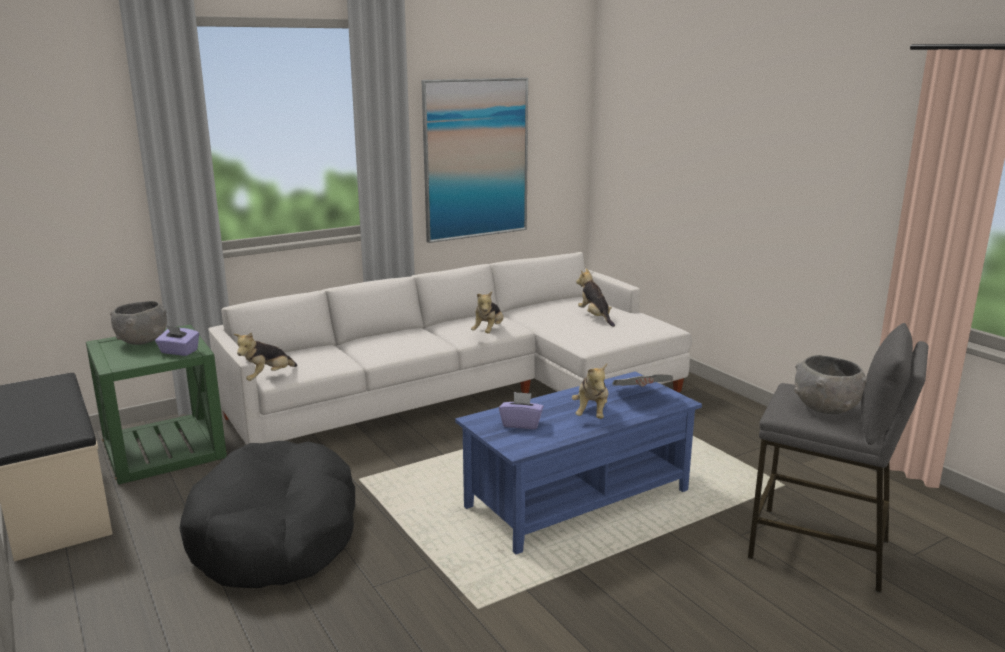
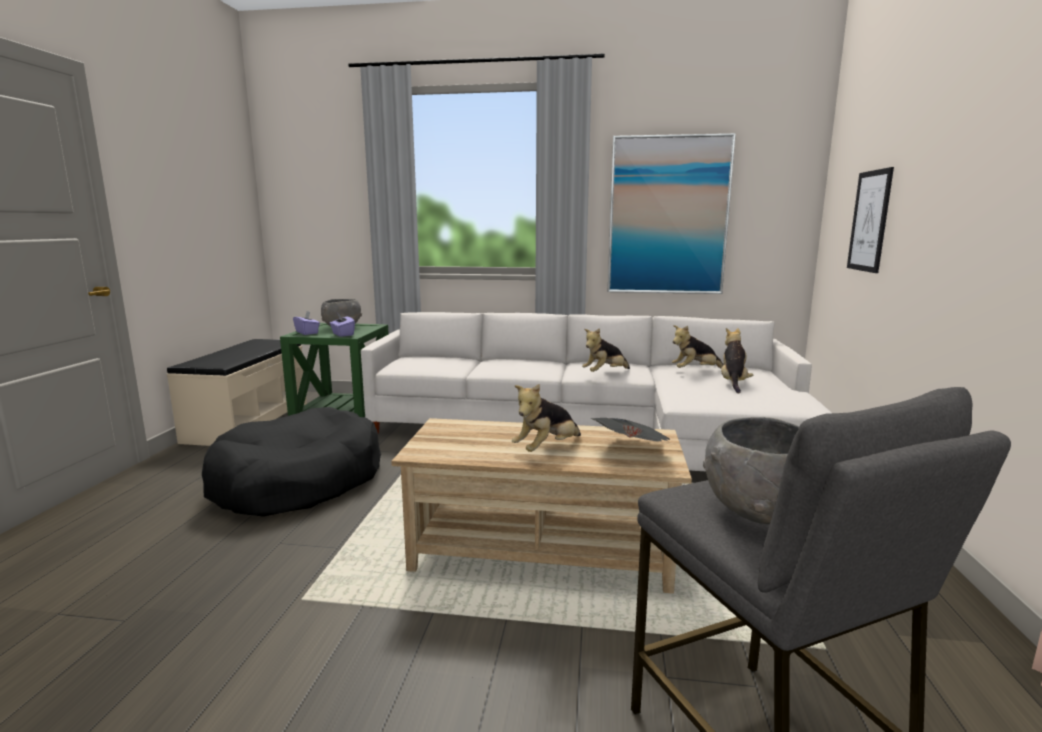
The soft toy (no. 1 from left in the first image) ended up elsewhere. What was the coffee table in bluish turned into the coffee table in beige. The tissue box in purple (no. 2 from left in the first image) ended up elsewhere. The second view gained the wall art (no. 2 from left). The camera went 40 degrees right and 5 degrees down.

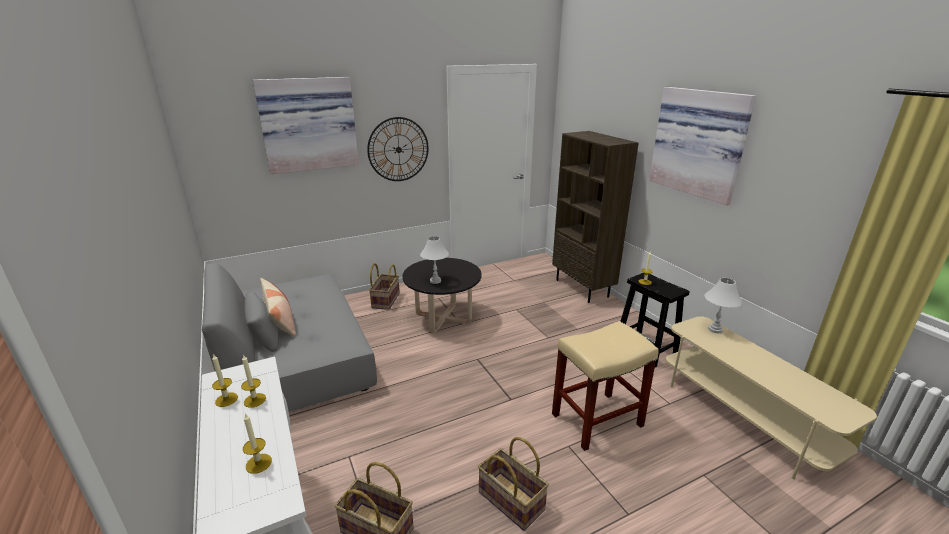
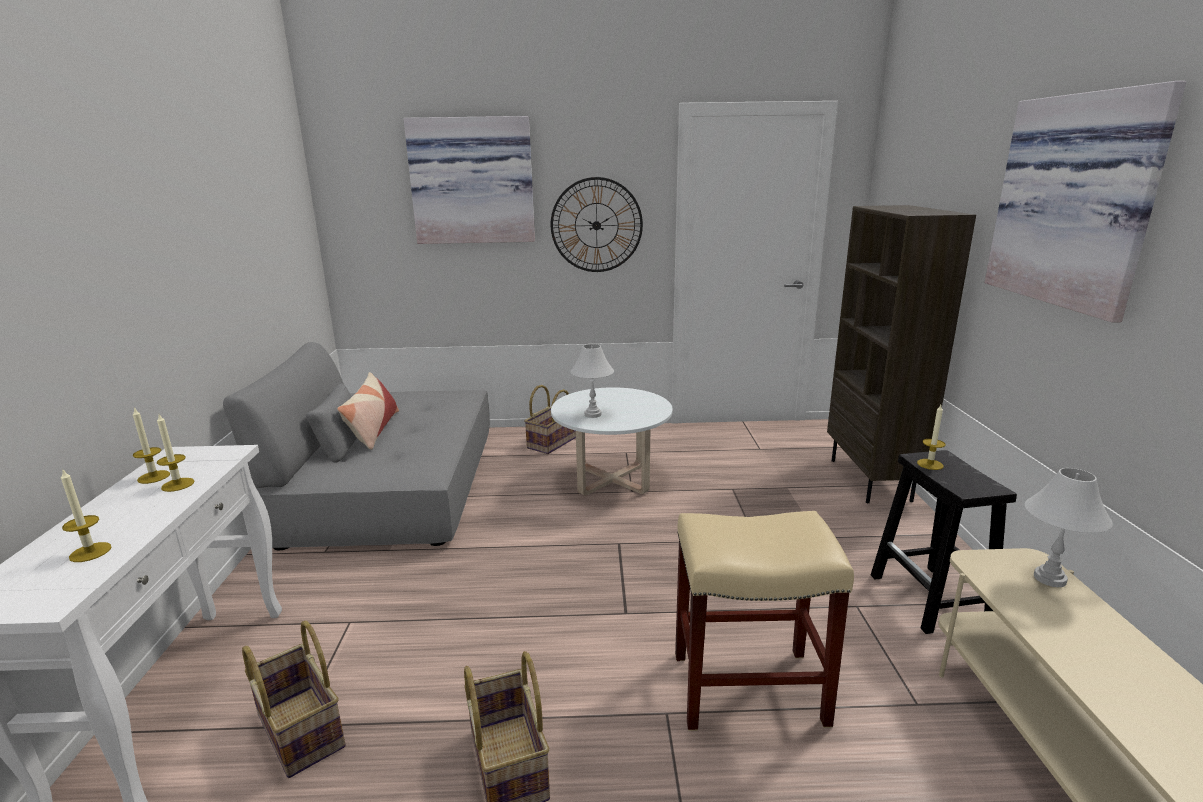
What was the coffee table in black turned into the coffee table in white. The camera went 25 degrees right and 5 degrees down.

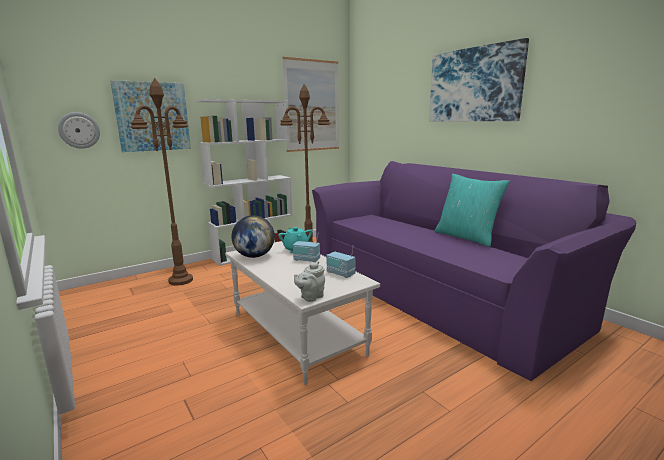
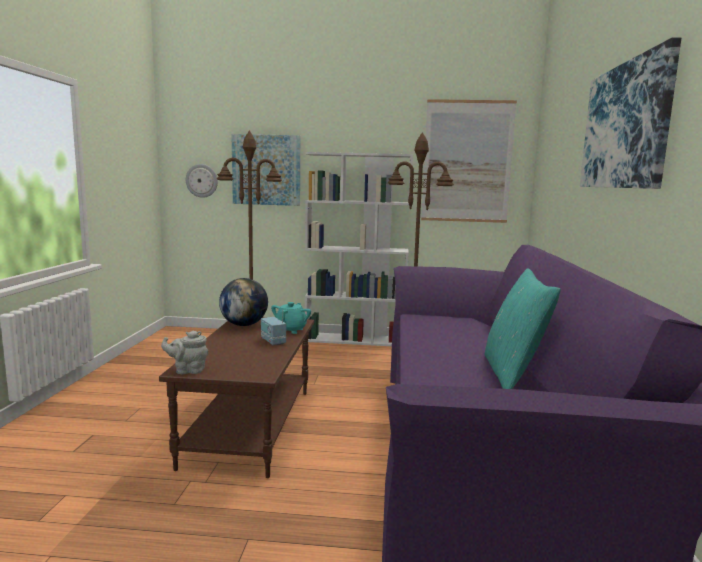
What was the coffee table in white turned into the coffee table in brown. The second view lost the radio (no. 2 from left). The camera went 40 degrees right and 5 degrees down.

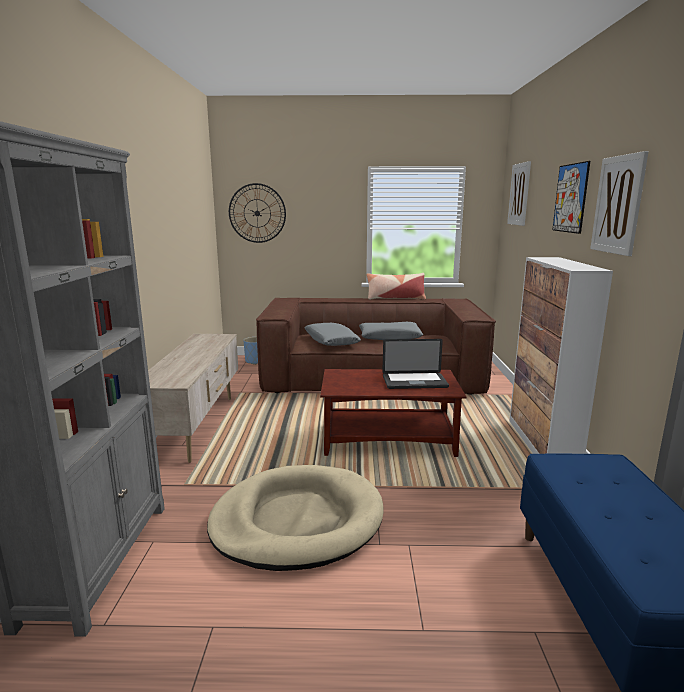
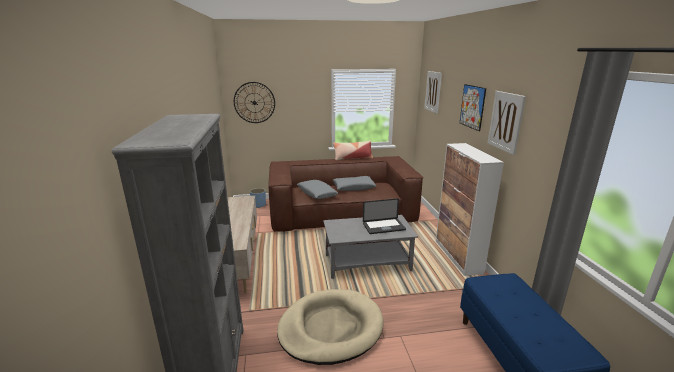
What was the coffee table in brown turned into the coffee table in gray. The camera went 10 degrees left and 5 degrees up.

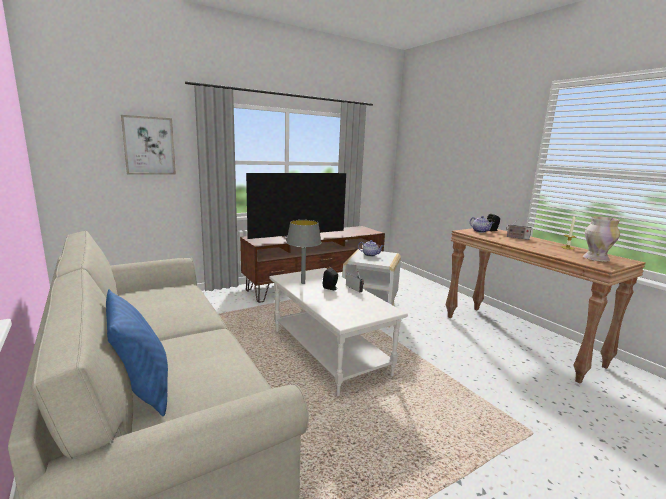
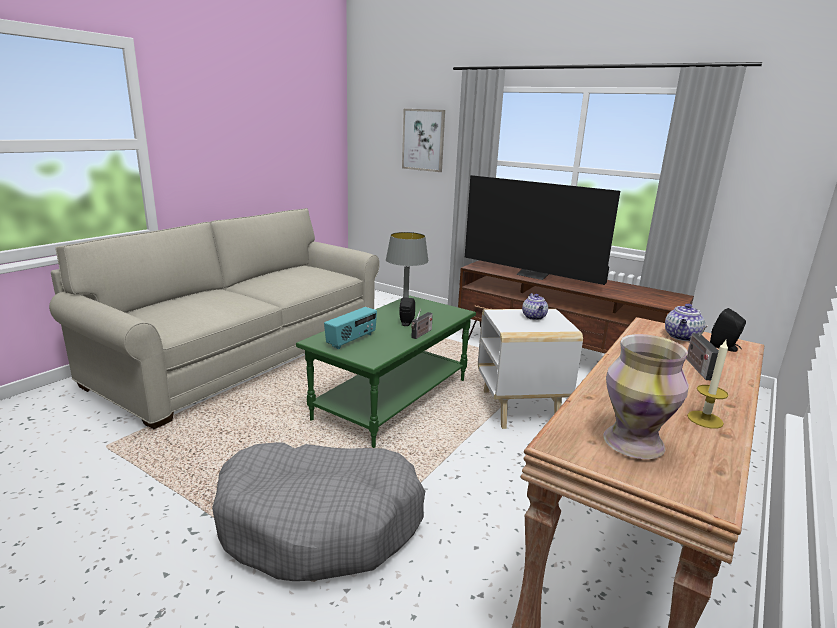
The second view lost the pillow in bluish. What was the coffee table in white turned into the coffee table in greenish. The second view gained the dog cushion in gray. The second view gained the radio (no. 1 from left). The camera went 65 degrees right and 5 degrees up.

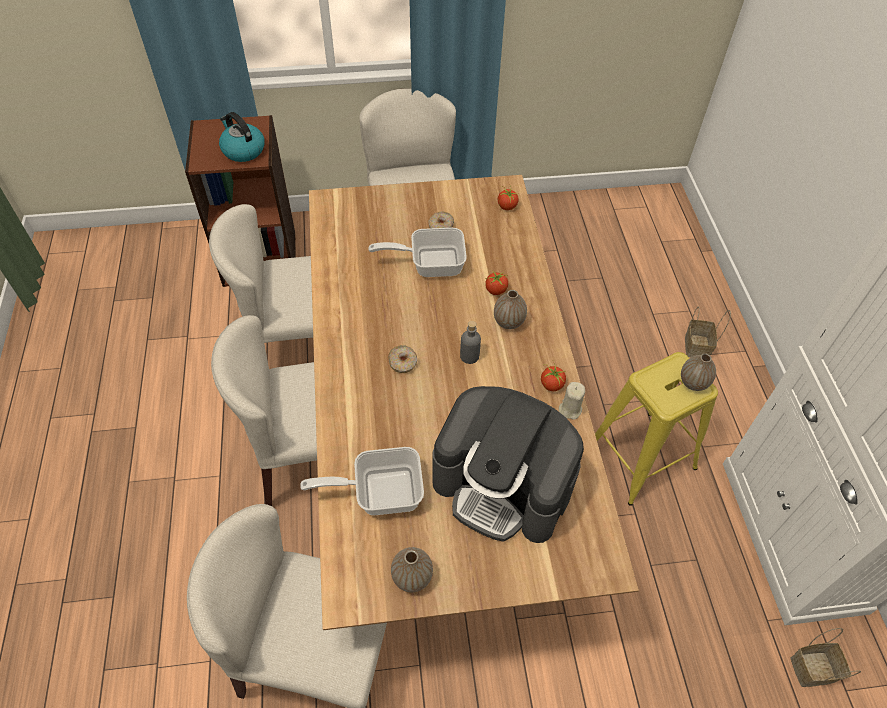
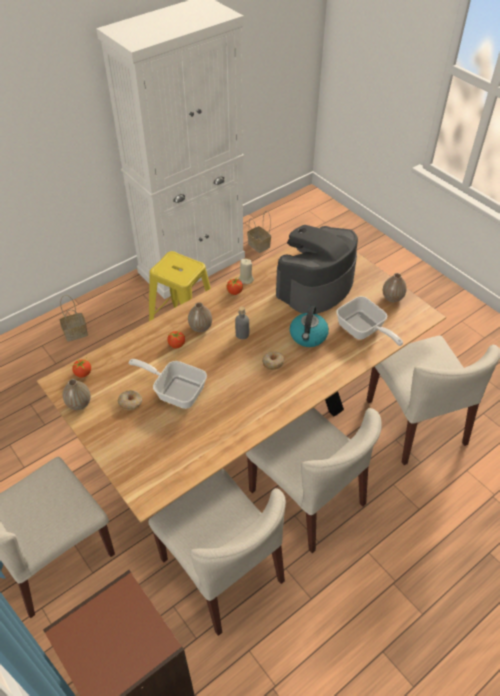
The kettle ended up elsewhere. The skillet (no. 2 from left in the first image) ended up facing another way, 150 degrees clockwise from before. The coffee brewer ended up facing another way, 135 degrees counterclockwise from before. The decorative vase (no. 3 from left in the first image) ended up elsewhere. The camera went 120 degrees left and 5 degrees down.

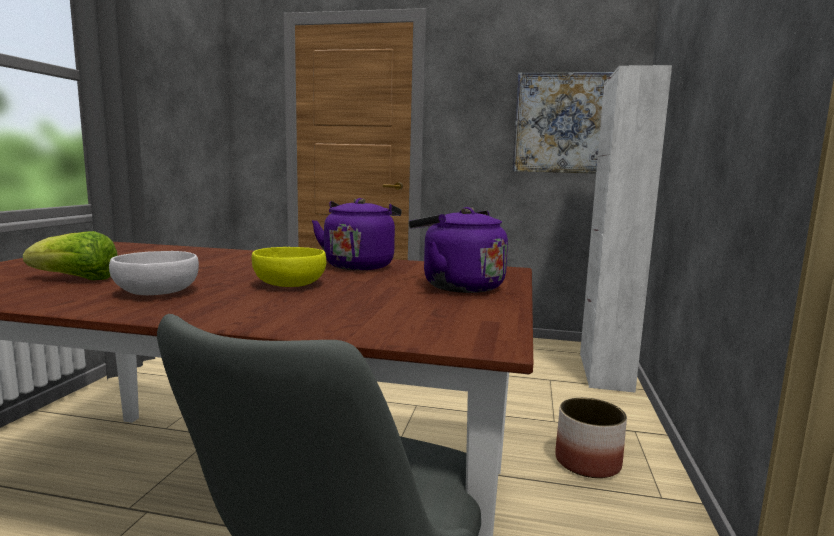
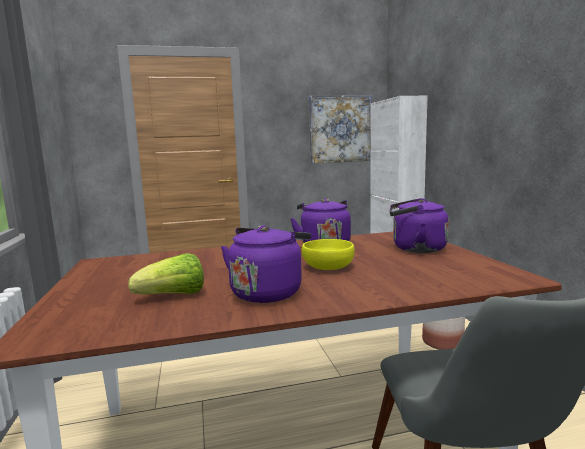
Where the serving bowl in white stood, the kettle in purple (no. 1 from left) came to stand. The camera went 25 degrees left and 0 degrees up.

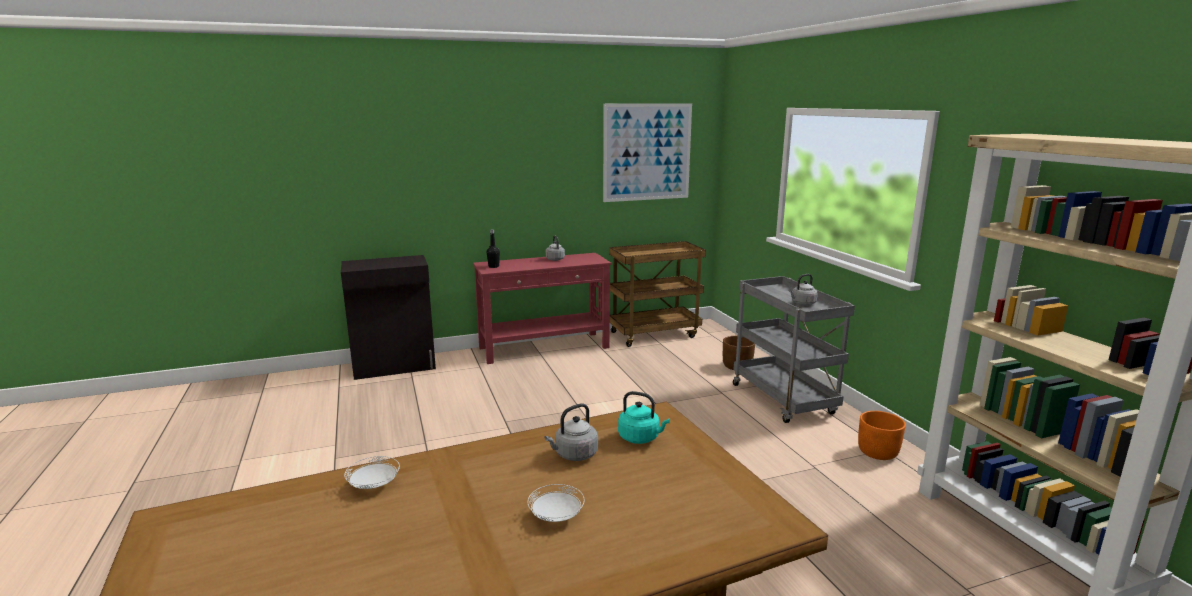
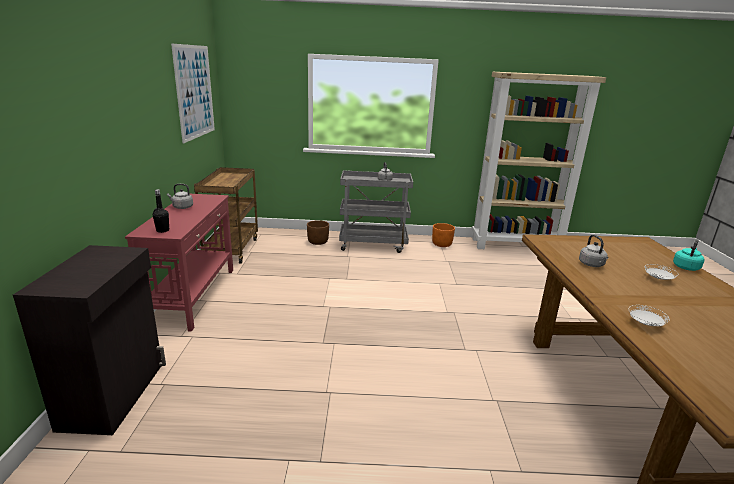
The kettle in blue-green ended up elsewhere. The camera went 70 degrees left and 5 degrees up.

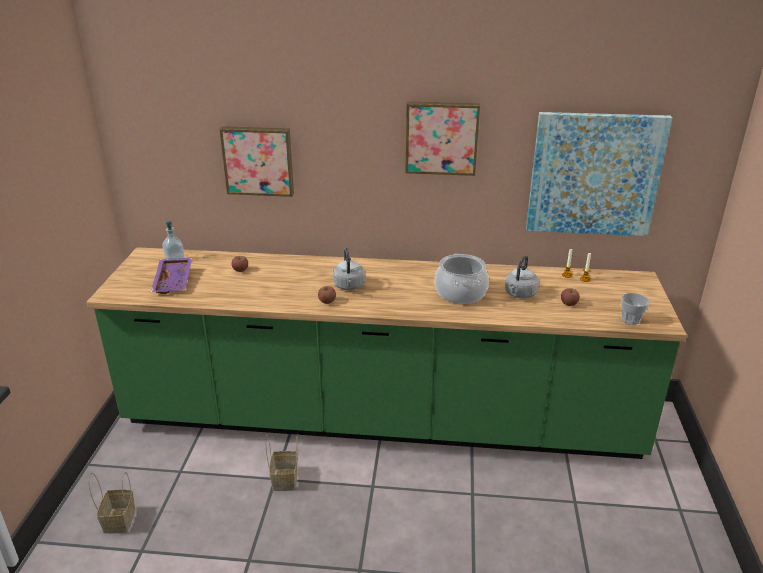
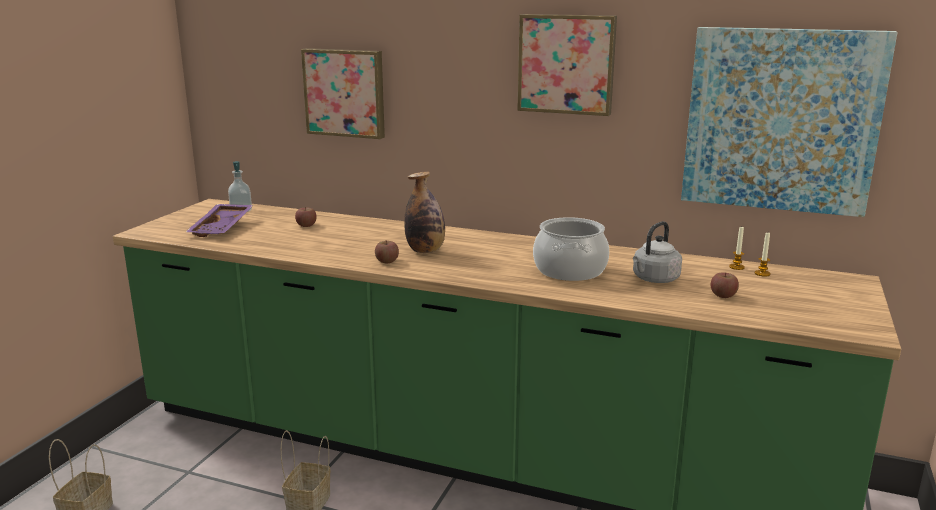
Where the kettle in gray (no. 1 from left) stood, the beverage bottle came to stand. The second view lost the cup. The camera went 15 degrees right and 10 degrees down.

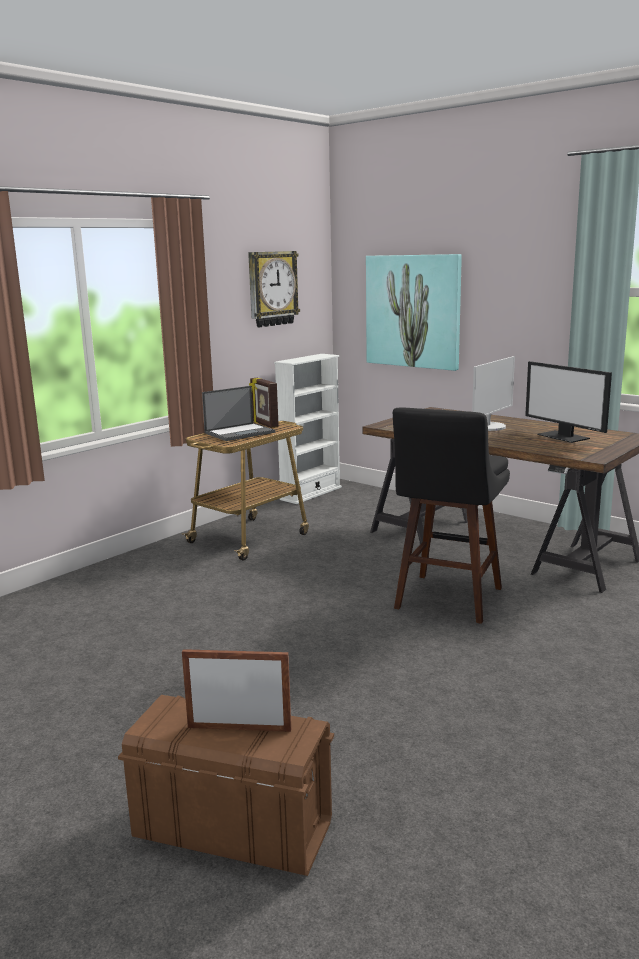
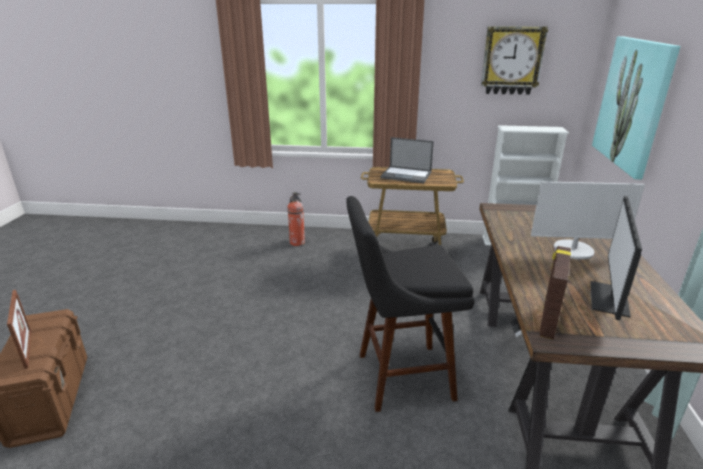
The standing frame (no. 2 from left) ended up elsewhere. The second view gained the fire extinguisher. The camera went 55 degrees right and 10 degrees up.

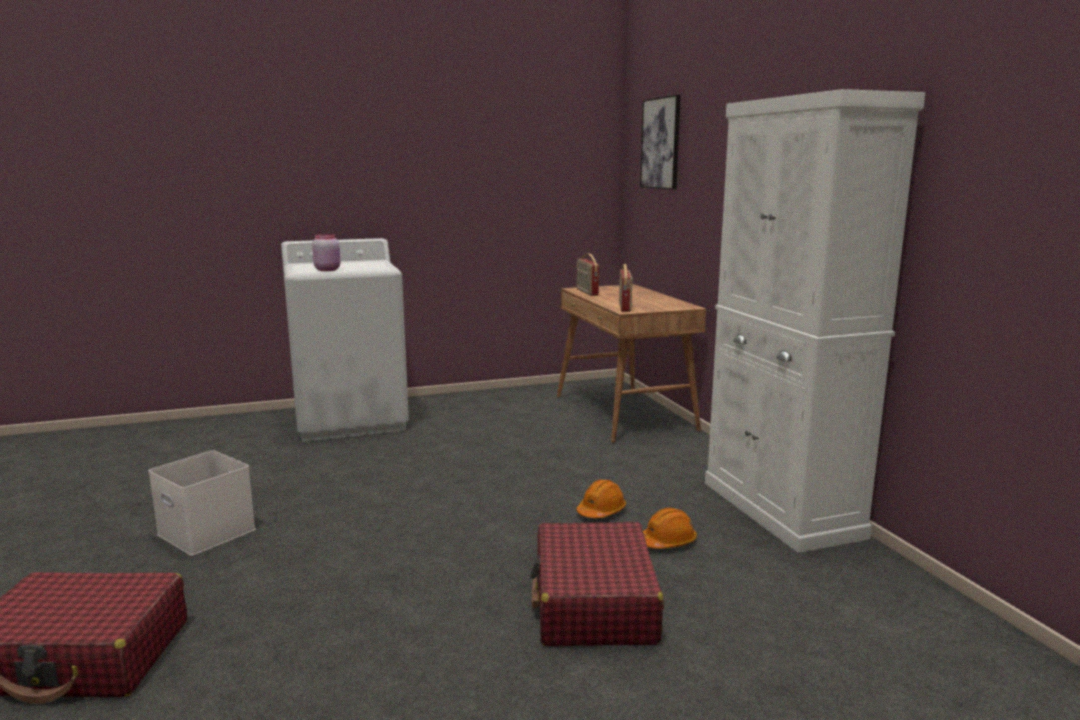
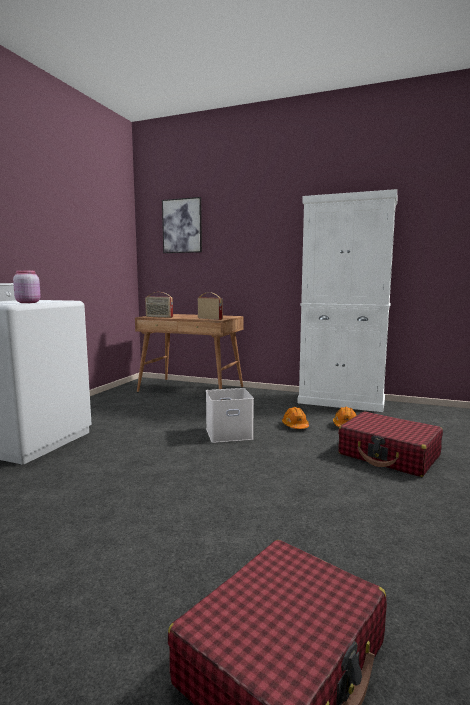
The storage container in white ended up elsewhere. The camera went 50 degrees left and 5 degrees down.

